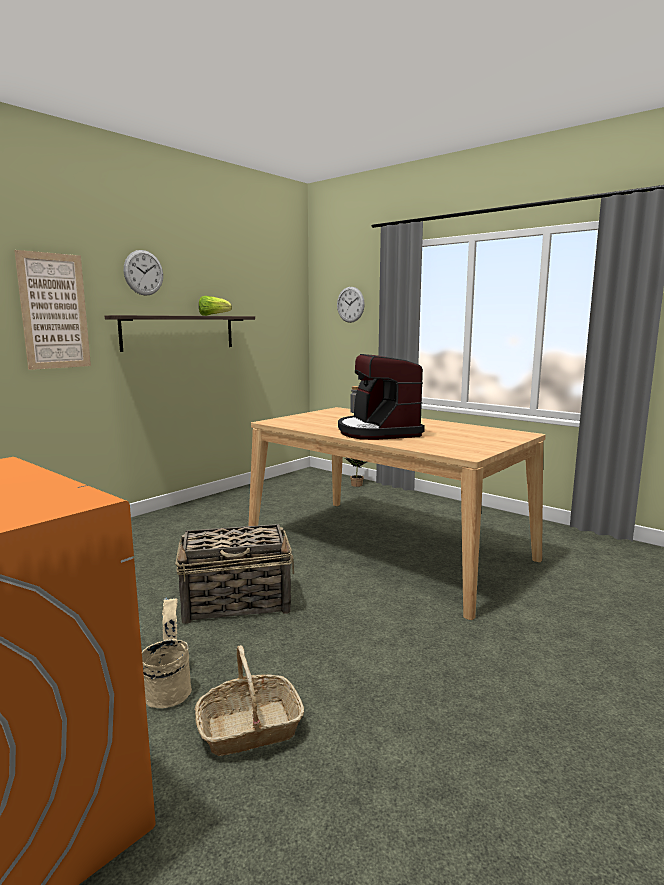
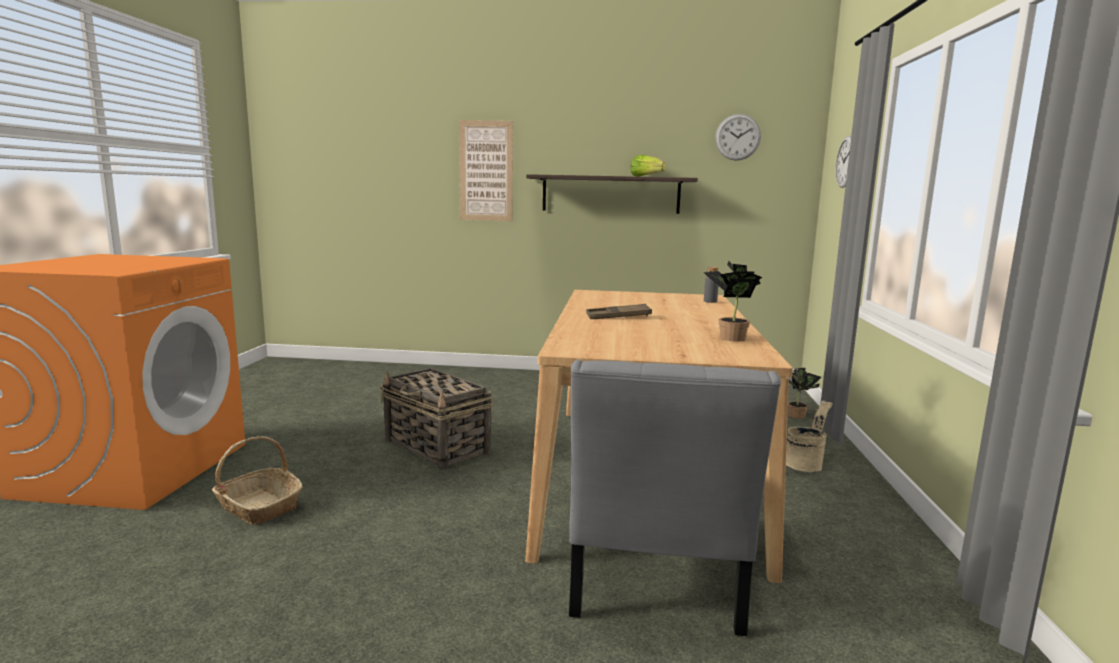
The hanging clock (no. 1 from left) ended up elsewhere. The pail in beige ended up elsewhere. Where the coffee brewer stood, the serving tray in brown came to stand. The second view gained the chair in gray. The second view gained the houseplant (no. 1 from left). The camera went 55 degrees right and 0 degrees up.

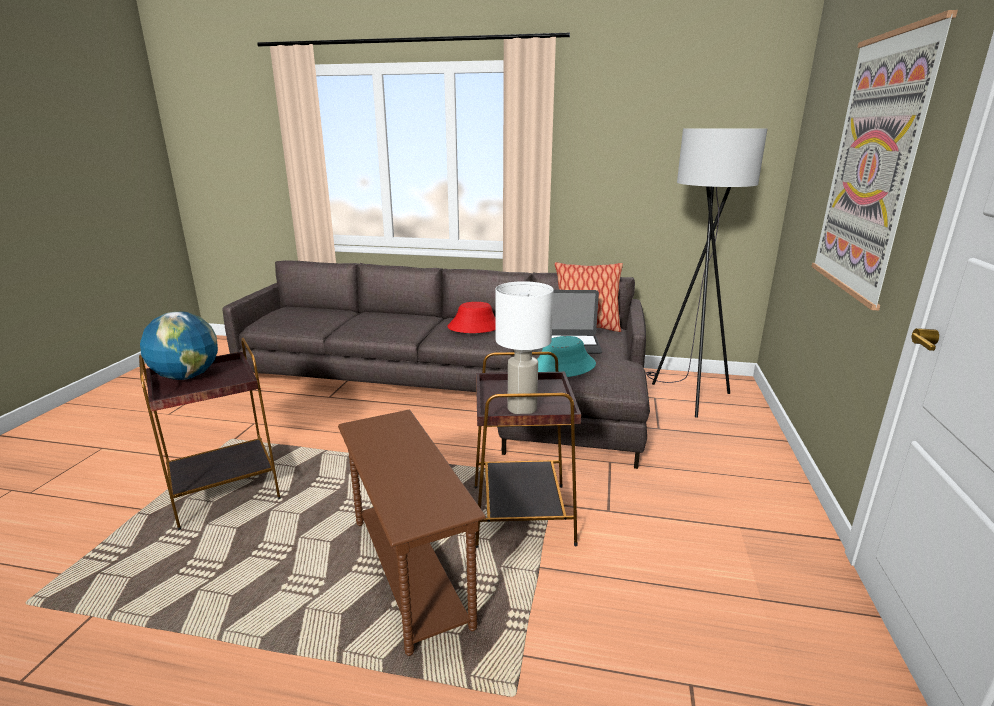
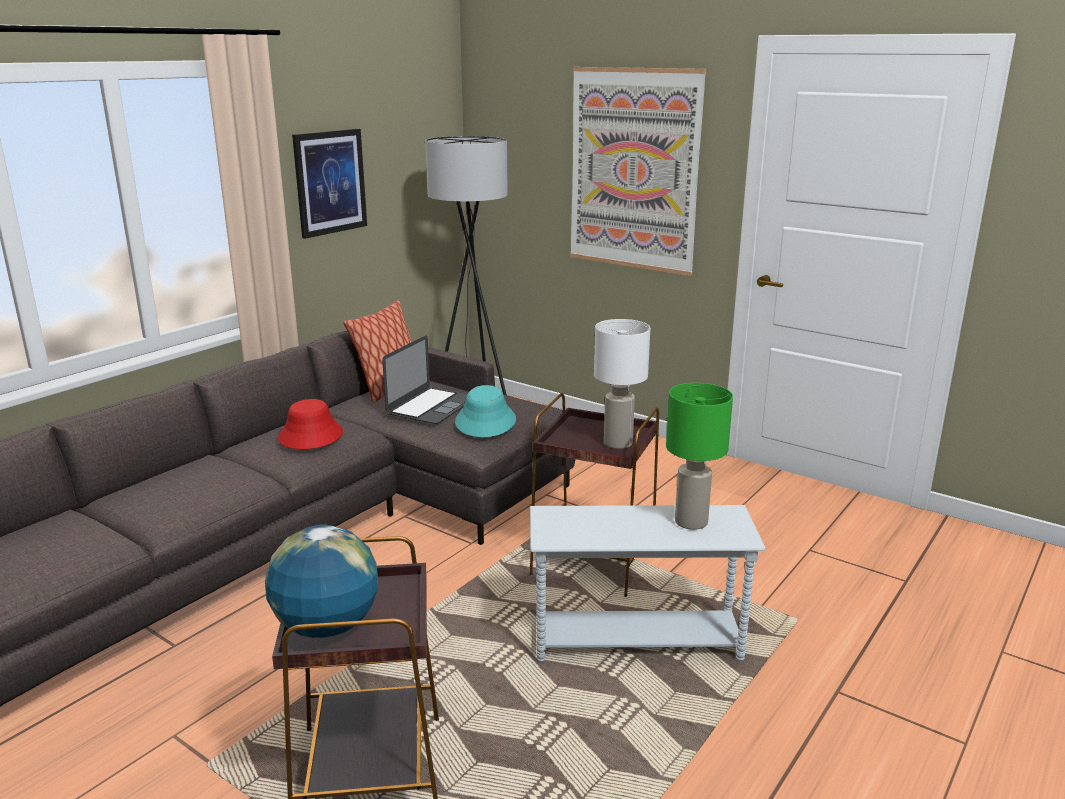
What was the side table in brown (no. 2 from left) turned into the side table in white. The second view gained the wall art (no. 1 from left). The second view gained the lamp for a table in greenish. The camera went 65 degrees left and 0 degrees up.

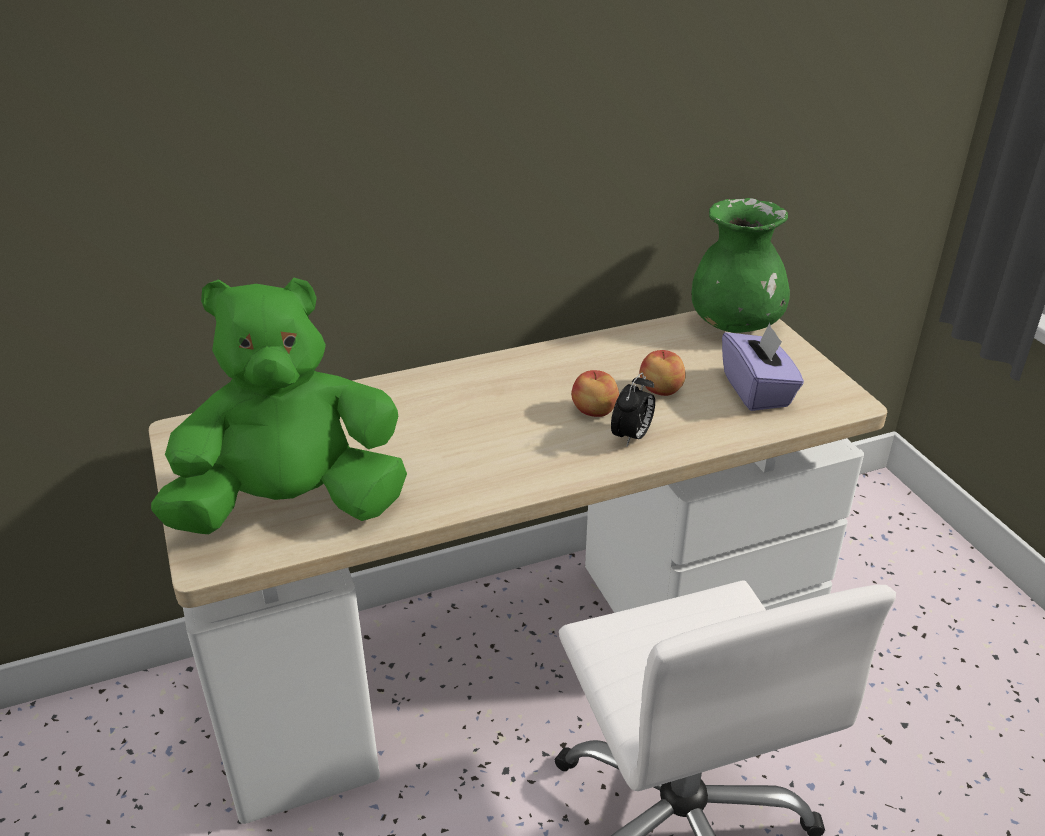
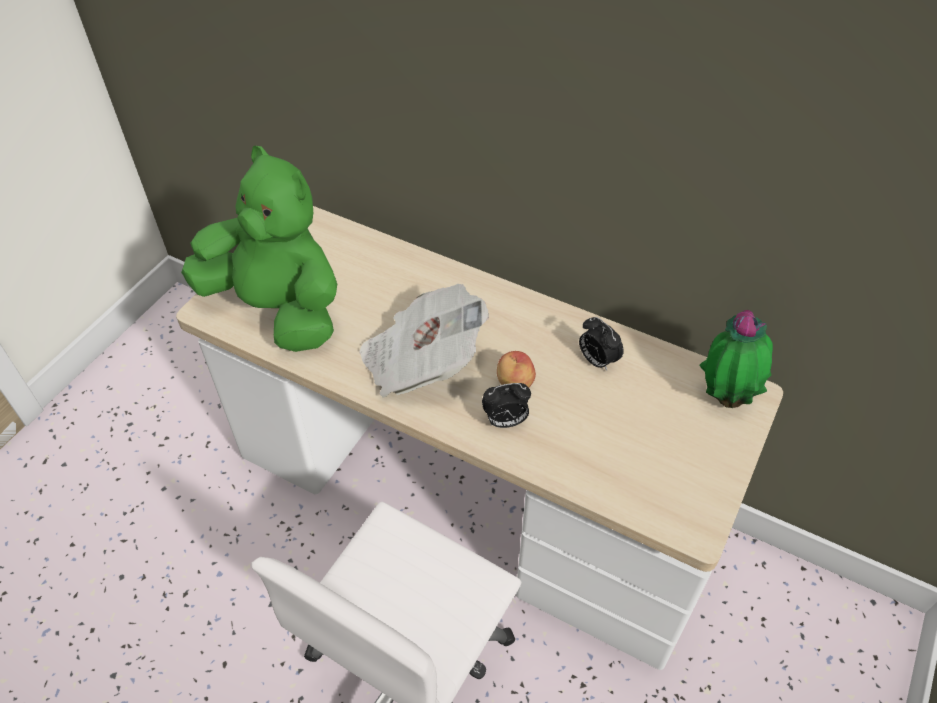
The second view lost the apple fruit (no. 2 from left). Where the decorative vase in greenish stood, the houseplant came to stand. The second view lost the tissue box in purple. The second view gained the printed paper. The second view gained the bedside clock (no. 2 from left). The camera went 50 degrees right and 15 degrees up.

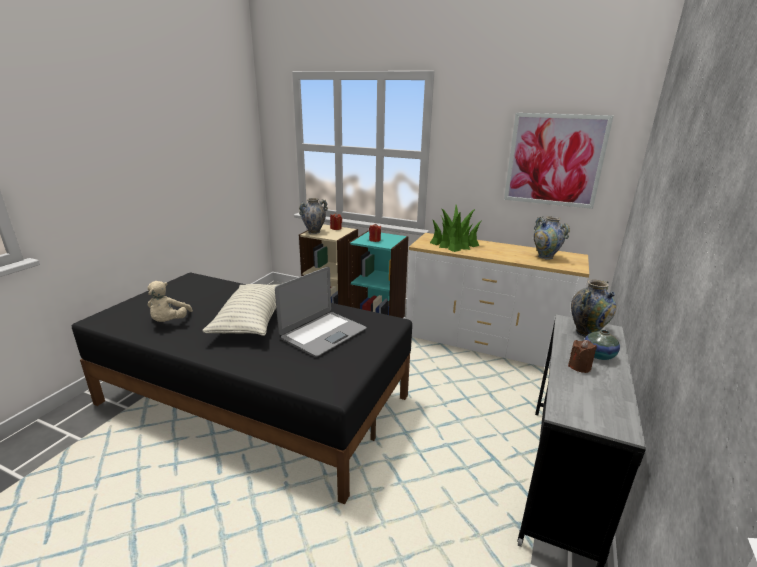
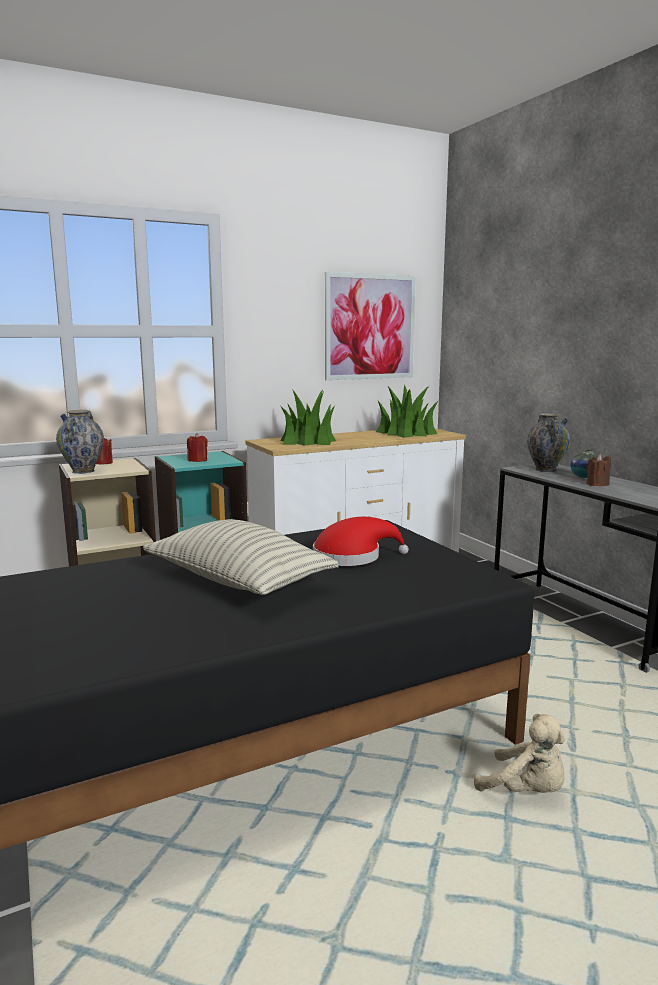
The soft toy in beige ended up elsewhere. Where the laptop stood, the clothing hat in red came to stand. Where the decorative vase (no. 2 from left) stood, the houseplant (no. 2 from left) came to stand. The camera went 50 degrees left and 10 degrees down.

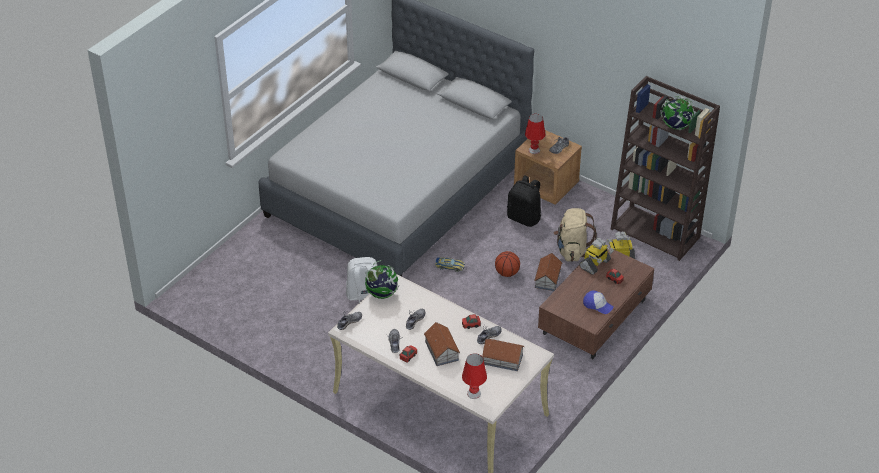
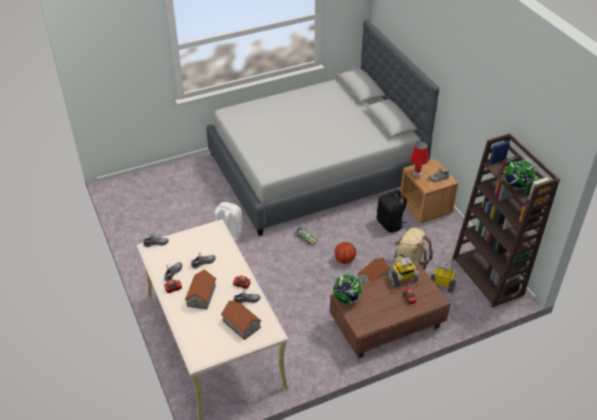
The world globe (no. 1 from left) ended up elsewhere. The second view lost the lamp for a table in red (no. 1 from left). The second view lost the peaked cap. The camera went 30 degrees right and 0 degrees up.

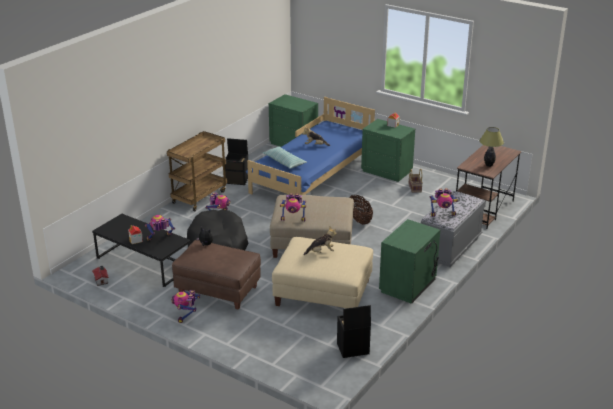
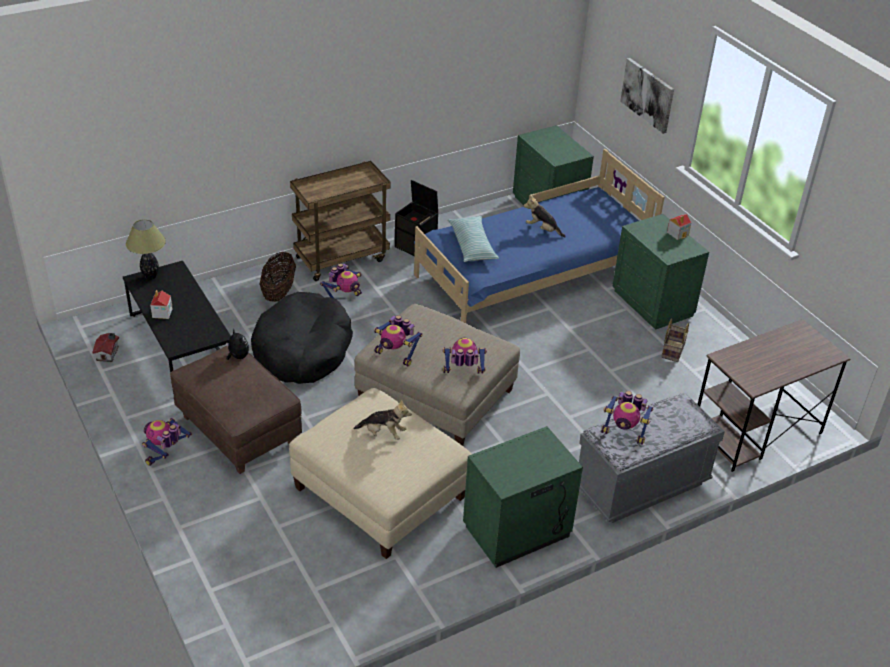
The toy robot (no. 1 from left in the first image) ended up elsewhere. The second view lost the storage container in black (no. 2 from left). The basket (no. 1 from left) ended up elsewhere. The lamp for a table ended up elsewhere. The second view gained the wall art. The camera went 25 degrees right and 10 degrees up.

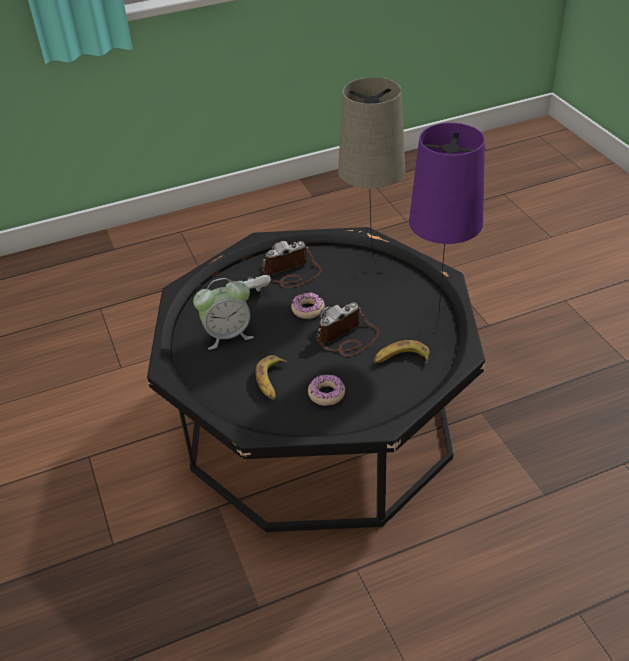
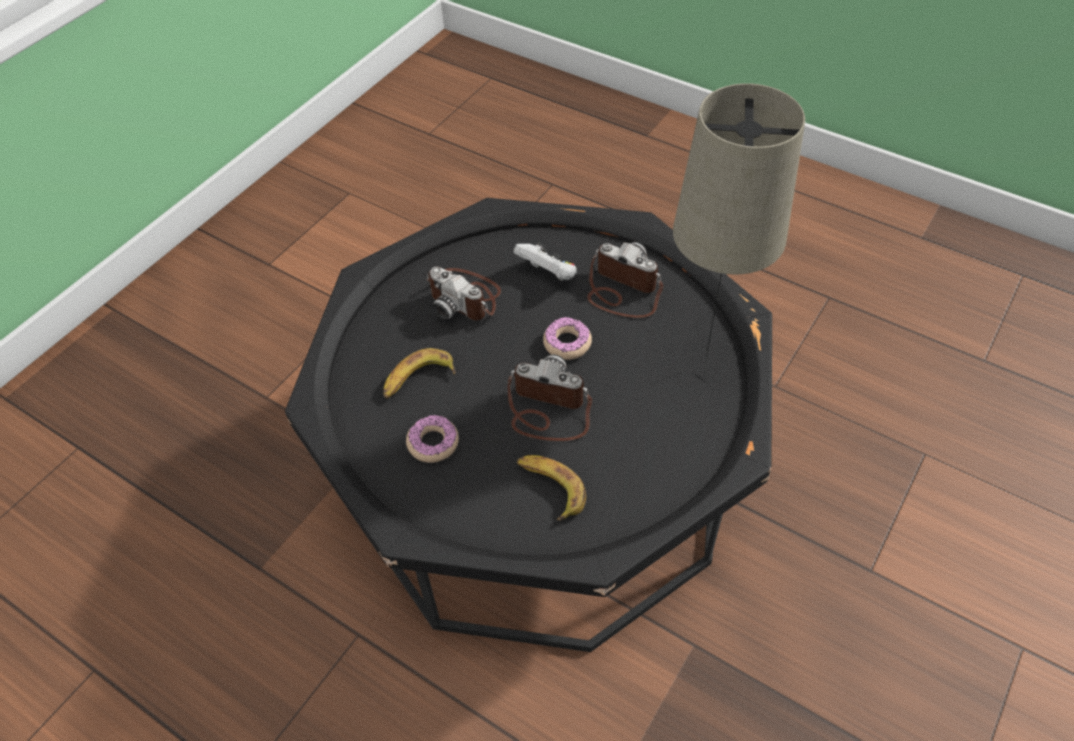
Where the bedside clock stood, the photo camera (no. 1 from left) came to stand. The second view lost the lamp for a table in purple. The camera went 55 degrees right and 10 degrees up.

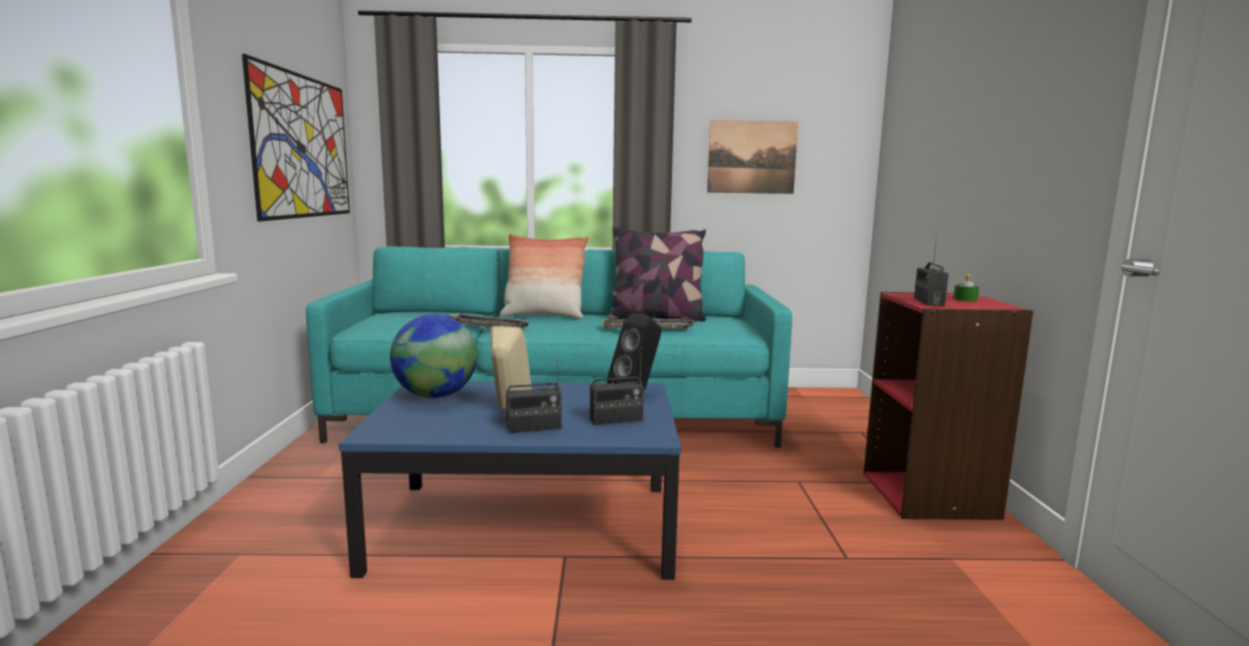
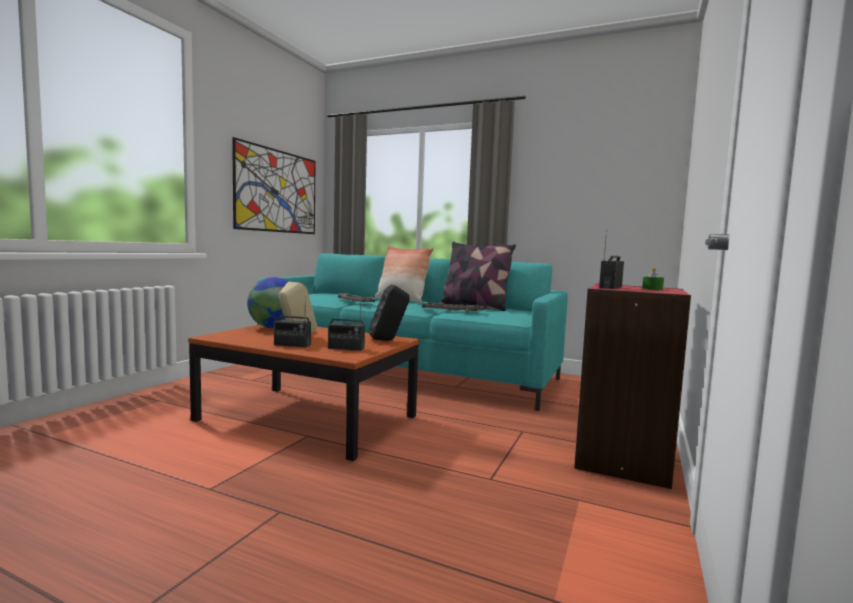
What was the coffee table in bluish turned into the coffee table in brown. The second view lost the wall art (no. 2 from left). The camera went 25 degrees right and 5 degrees down.

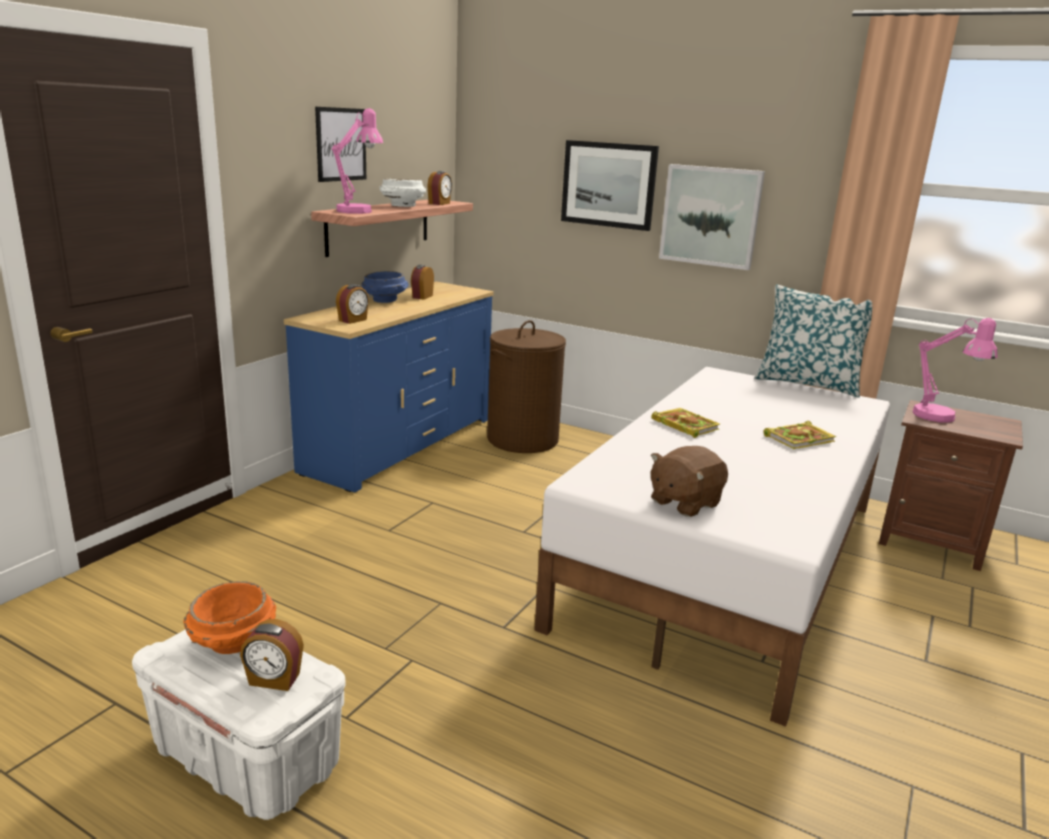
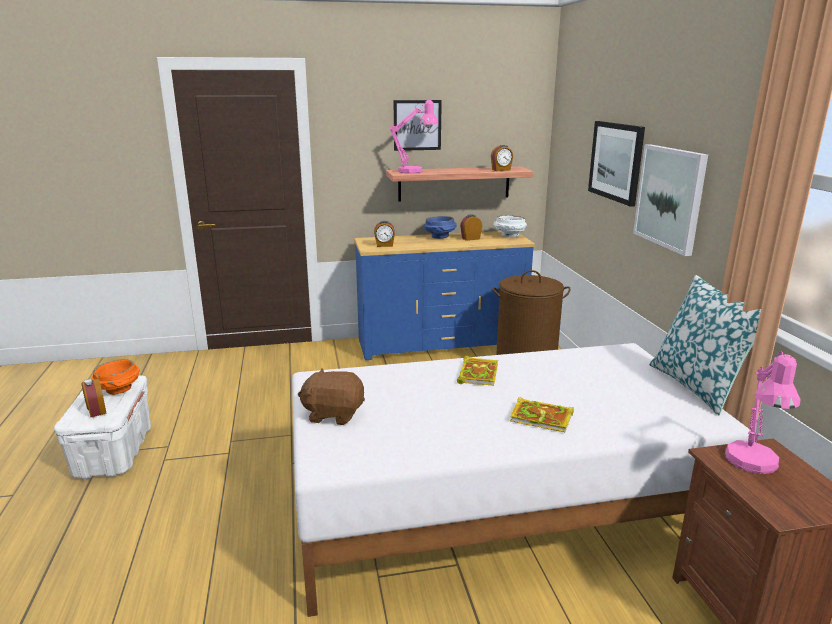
The serving bowl in white ended up elsewhere. The camera went 50 degrees right and 0 degrees up.

